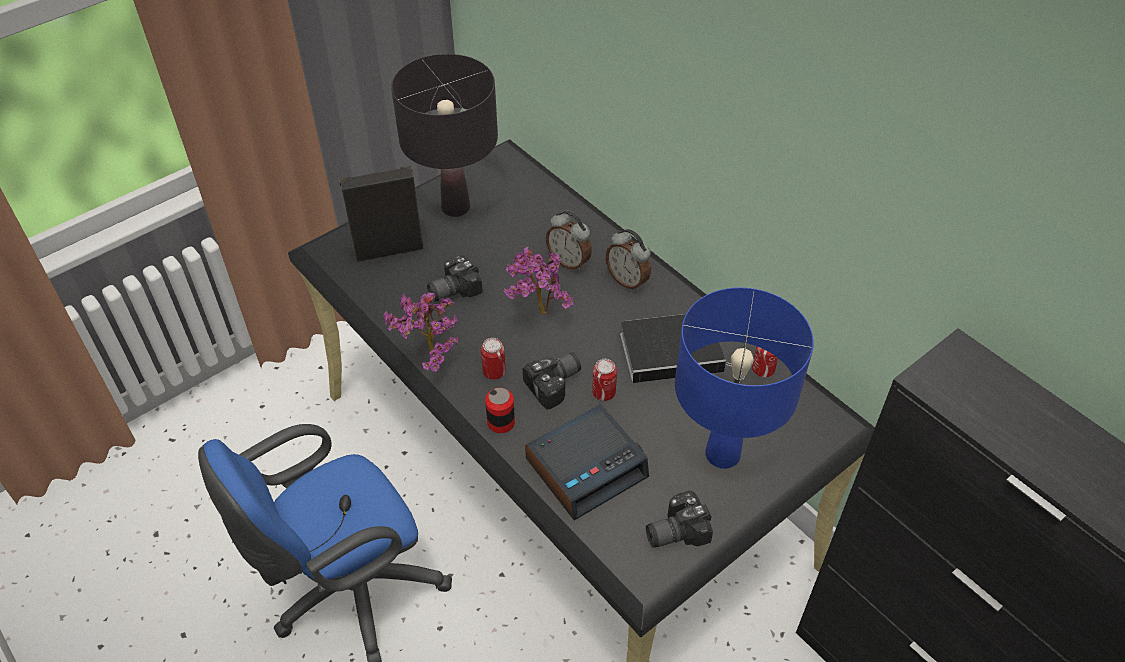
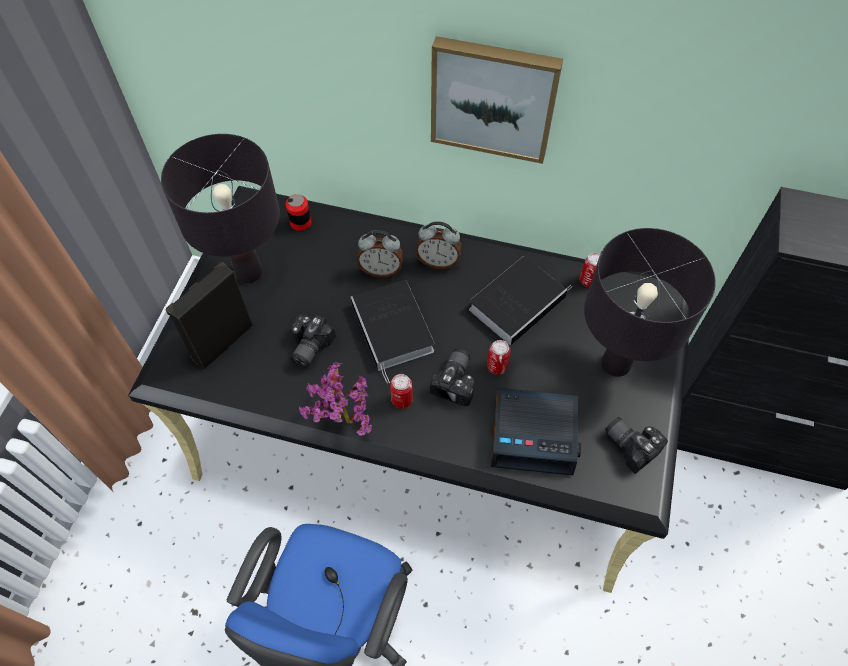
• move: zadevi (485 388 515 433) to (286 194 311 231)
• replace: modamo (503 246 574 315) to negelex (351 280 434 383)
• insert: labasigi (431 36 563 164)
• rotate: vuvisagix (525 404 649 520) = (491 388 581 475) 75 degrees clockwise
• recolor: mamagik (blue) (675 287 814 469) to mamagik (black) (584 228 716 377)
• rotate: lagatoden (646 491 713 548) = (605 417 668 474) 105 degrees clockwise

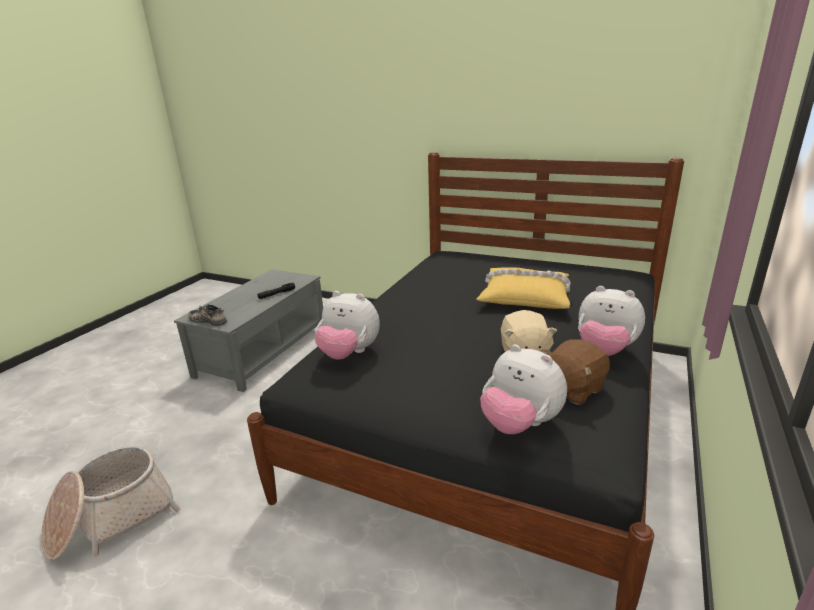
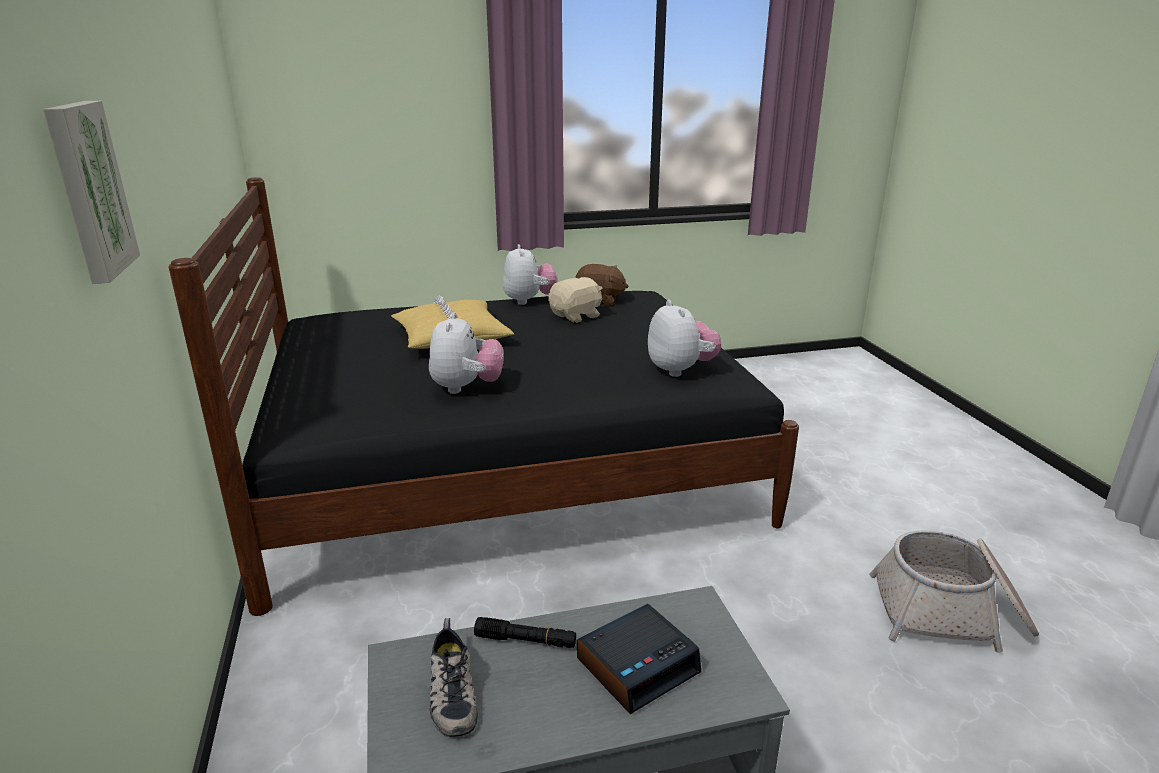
• insert: labasigi (43 101 140 284)
• move: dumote (480 344 567 434) to (429 312 504 394)
• move: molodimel (188 304 227 326) to (429 618 478 737)
• insert: vuvisagix (577 604 701 714)

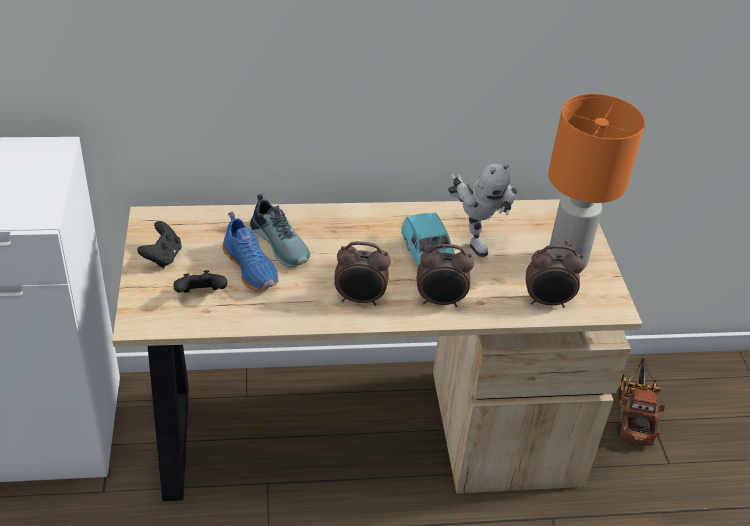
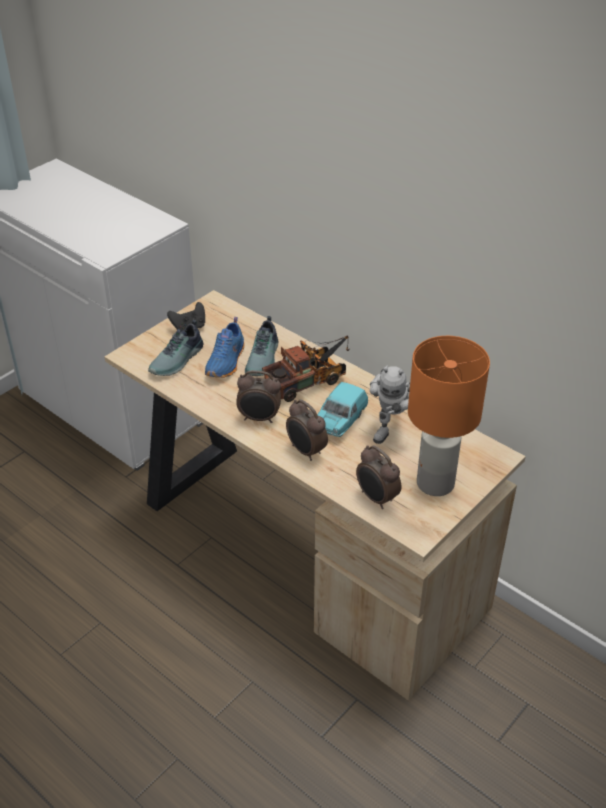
• replace: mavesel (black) (173 270 227 293) to molodimel (148 320 203 376)
• rotate: vuvisagix (334 241 391 306) = (236 370 281 423) 45 degrees counterclockwise
• move: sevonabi (616 355 665 446) to (262 336 350 402)

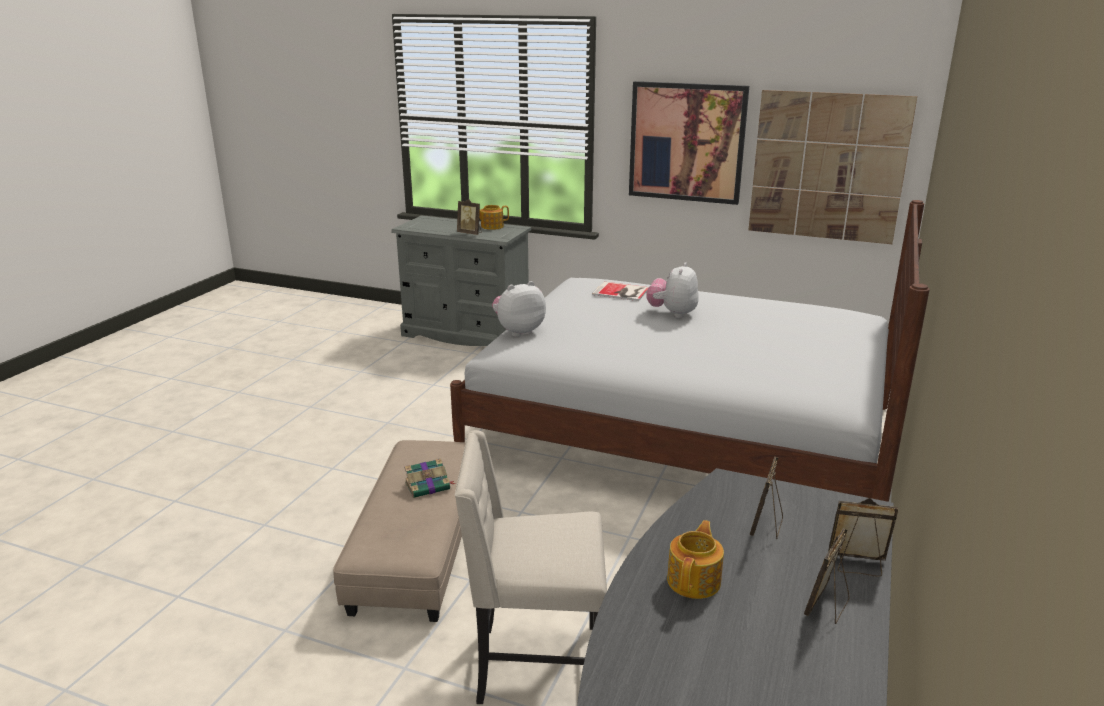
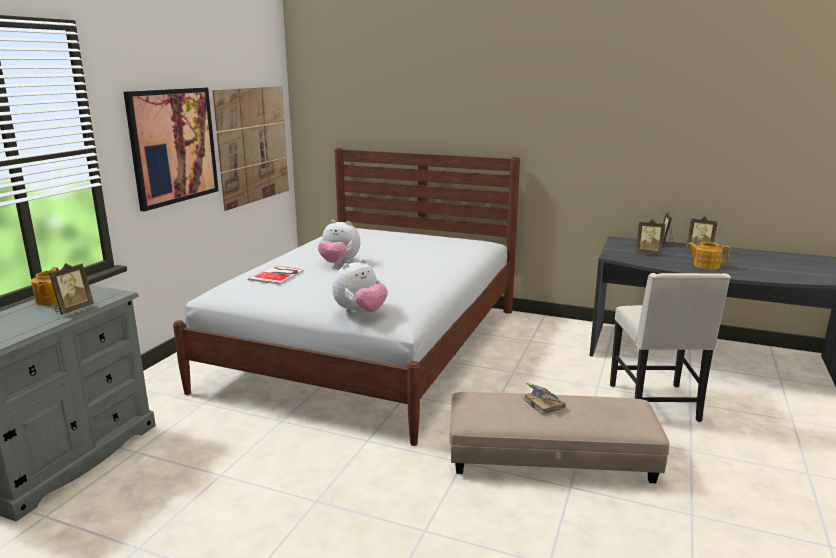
• rotate: dumote (492 281 546 337) = (332 259 388 313) 105 degrees counterclockwise

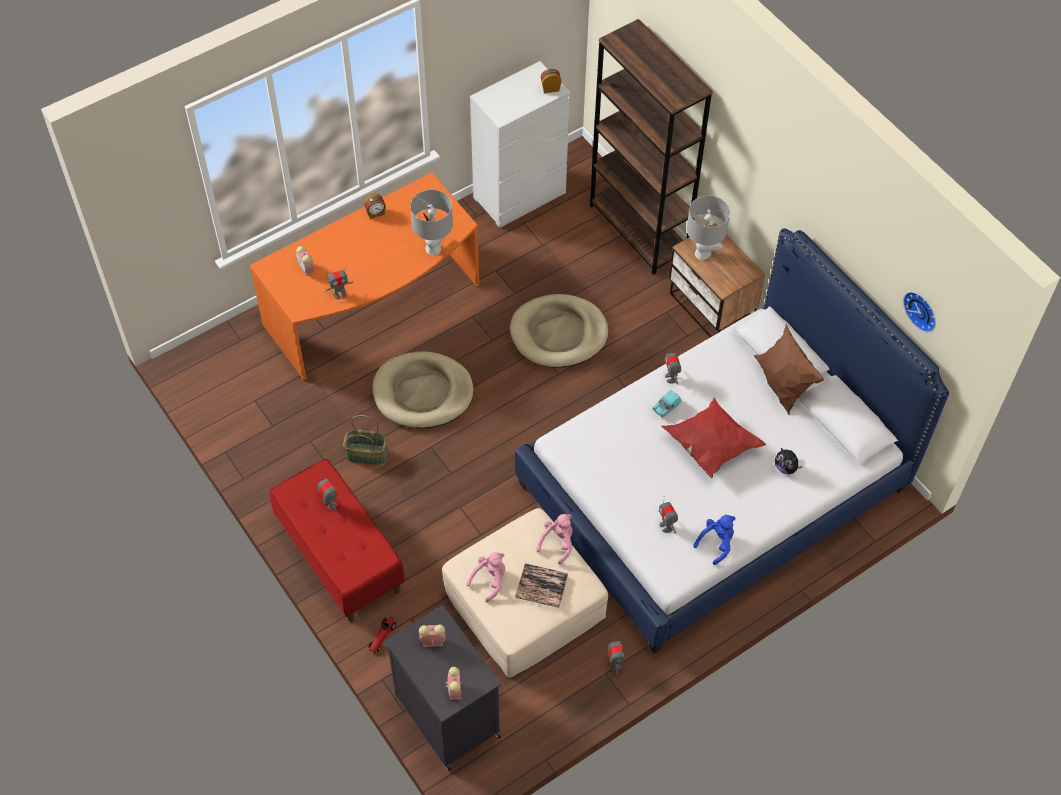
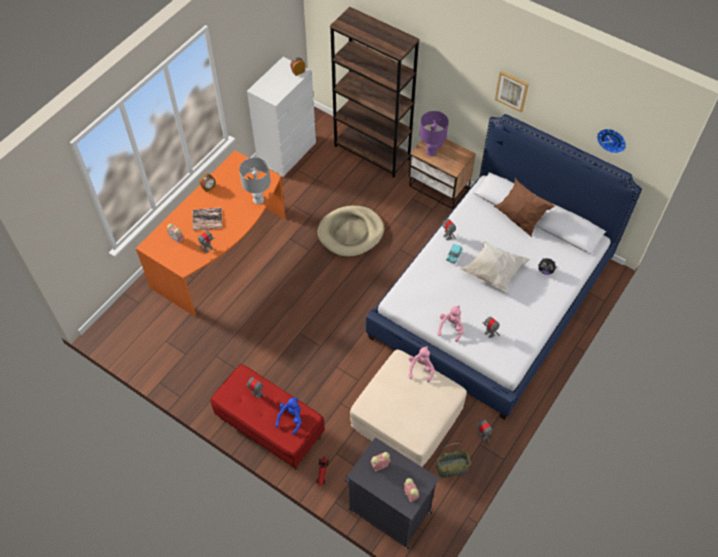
• move: negelex (515 563 568 608) to (193 207 222 231)
• move: dumote (blue) (693 515 736 565) to (276 397 302 435)
• recolor: mamagik (grey) (687 196 730 260) to mamagik (purple) (420 111 449 157)
• move: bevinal (343 415 388 465) to (436 443 471 478)
• move: dumote (pink) (466 552 505 602) to (438 306 464 342)
• recolor: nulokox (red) (661 397 766 478) to nulokox (white) (460 240 530 292)
• insert: labasigi (495 71 529 113)
• delete: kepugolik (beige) (373 352 474 428)

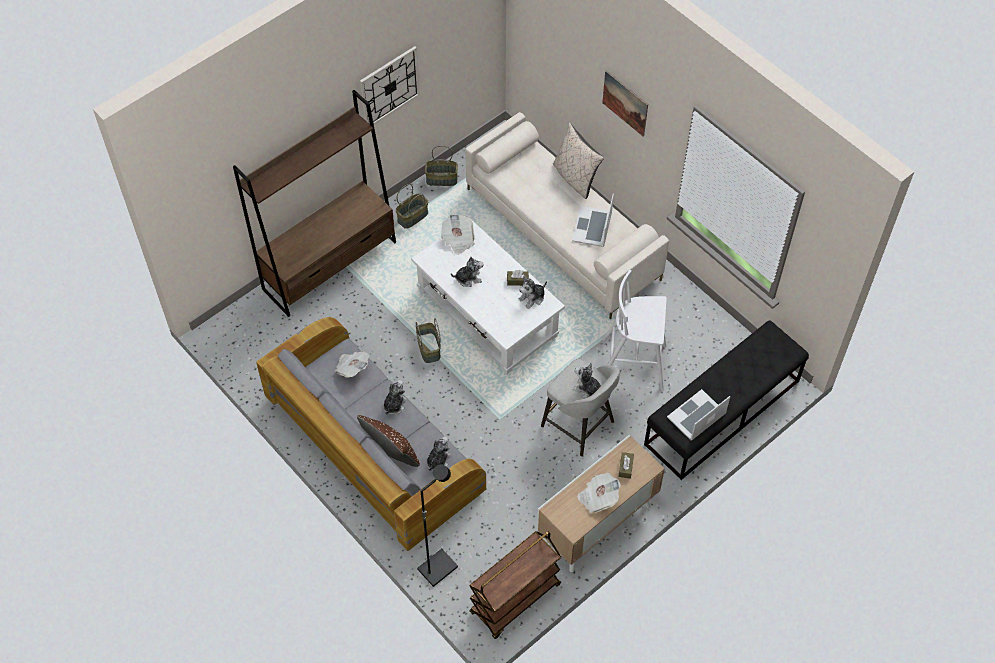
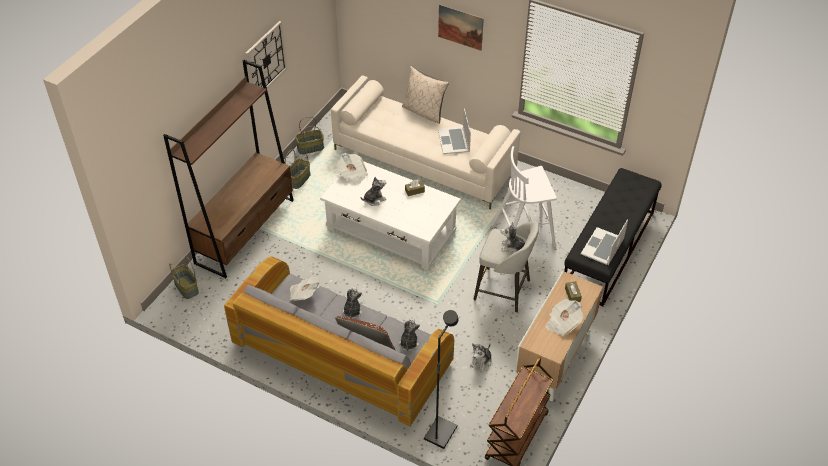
• move: bevinal (416 318 441 363) to (169 256 199 299)
• move: dumote (519 276 547 309) to (470 343 492 372)

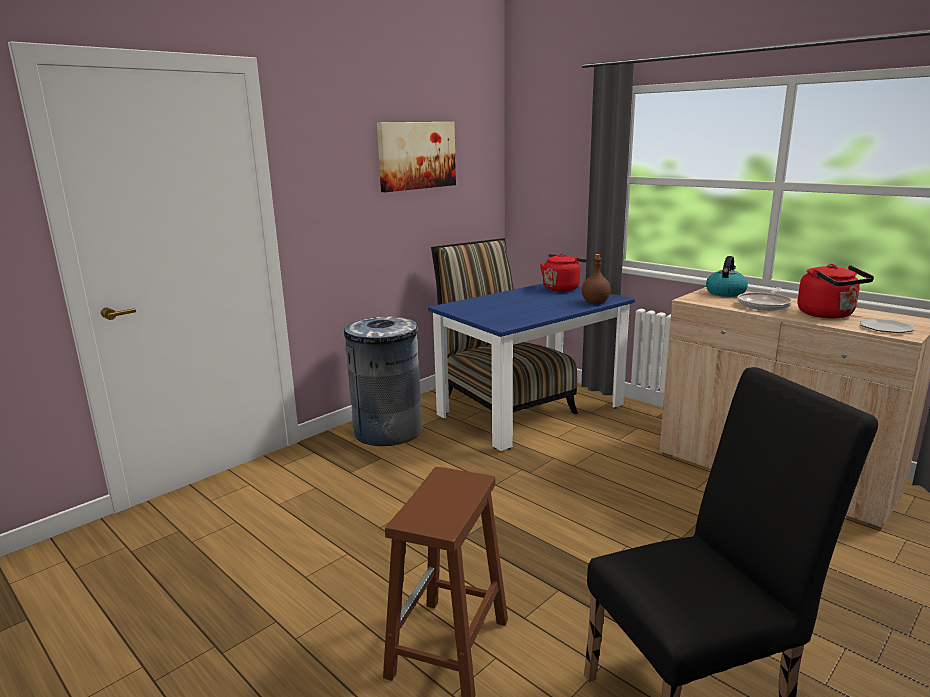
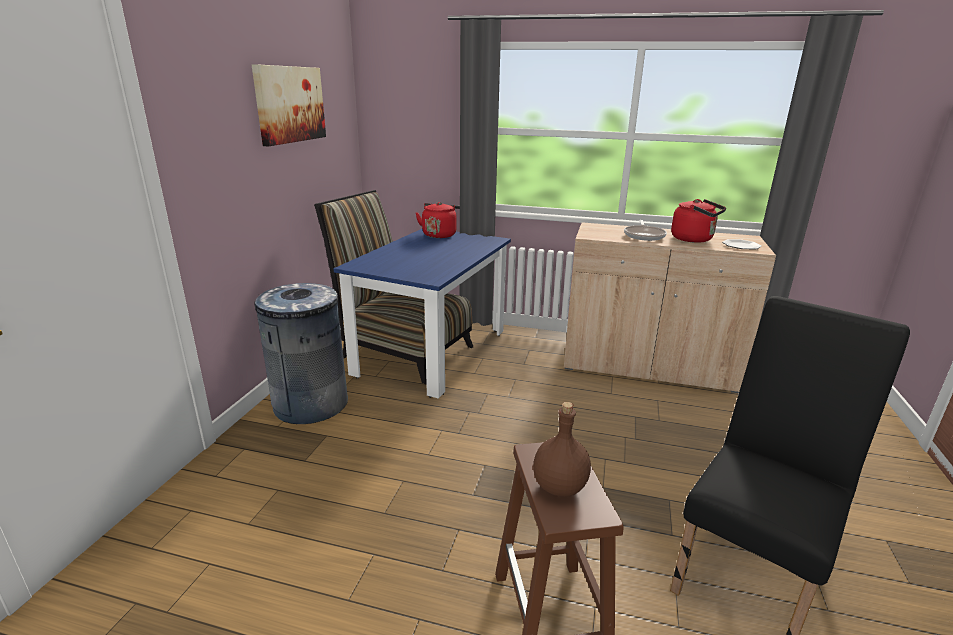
• move: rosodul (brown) (582 254 611 304) to (533 402 591 497)
• delete: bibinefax (706 256 748 297)

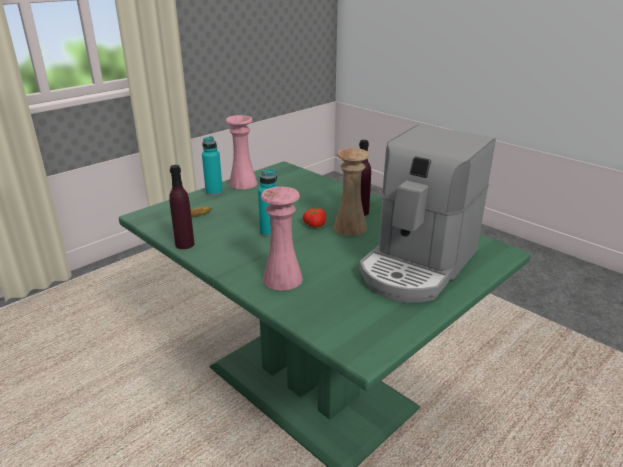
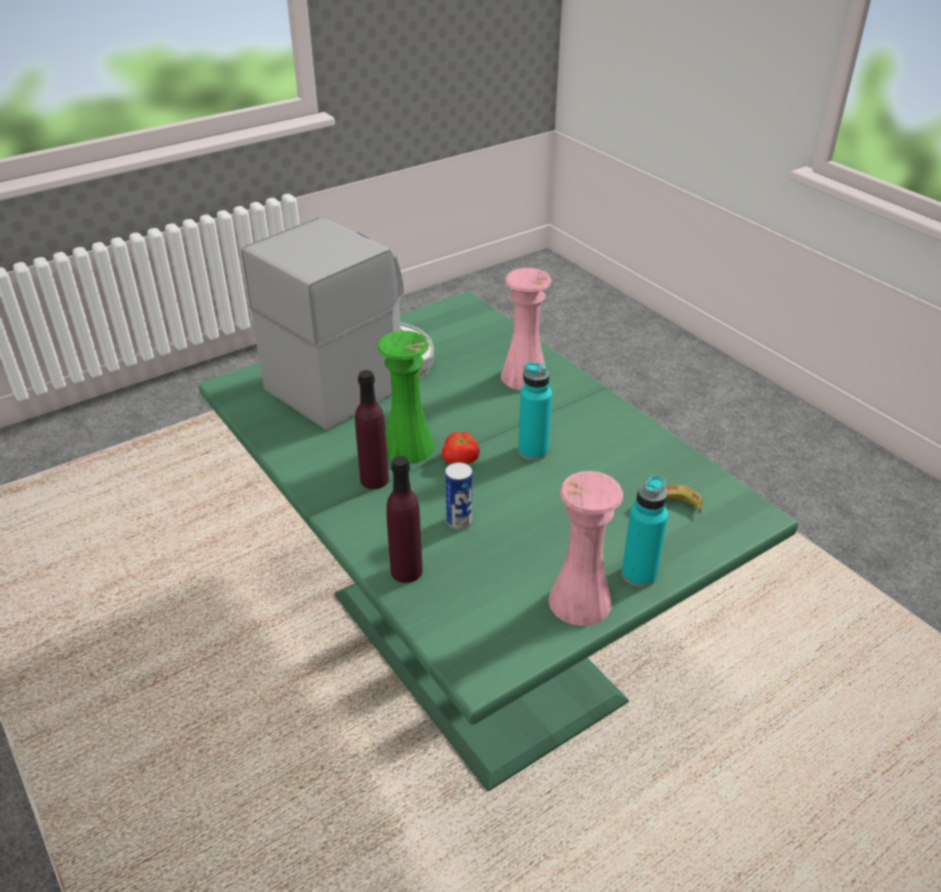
• recolor: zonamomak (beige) (334 148 369 236) to zonamomak (green) (378 331 435 464)
• move: rosodul (purple) (169 165 194 249) to (386 456 423 583)
• insert: zadevi (445 462 472 530)

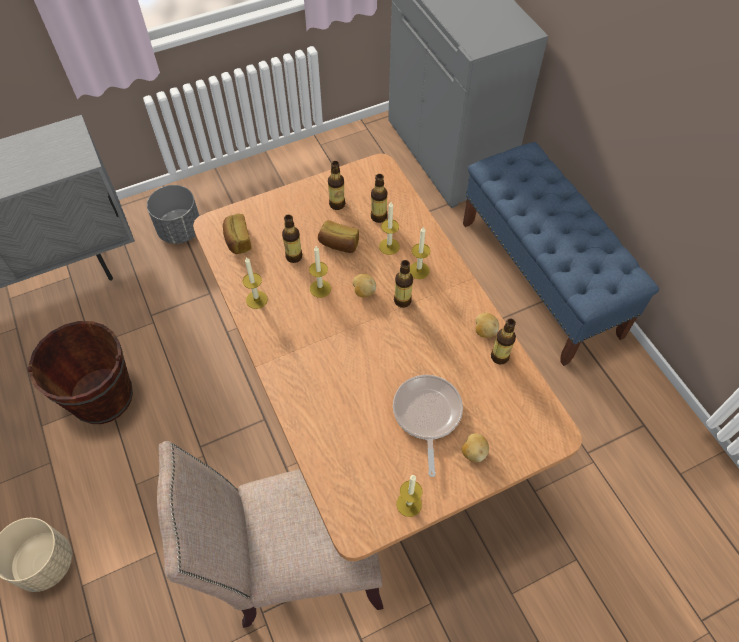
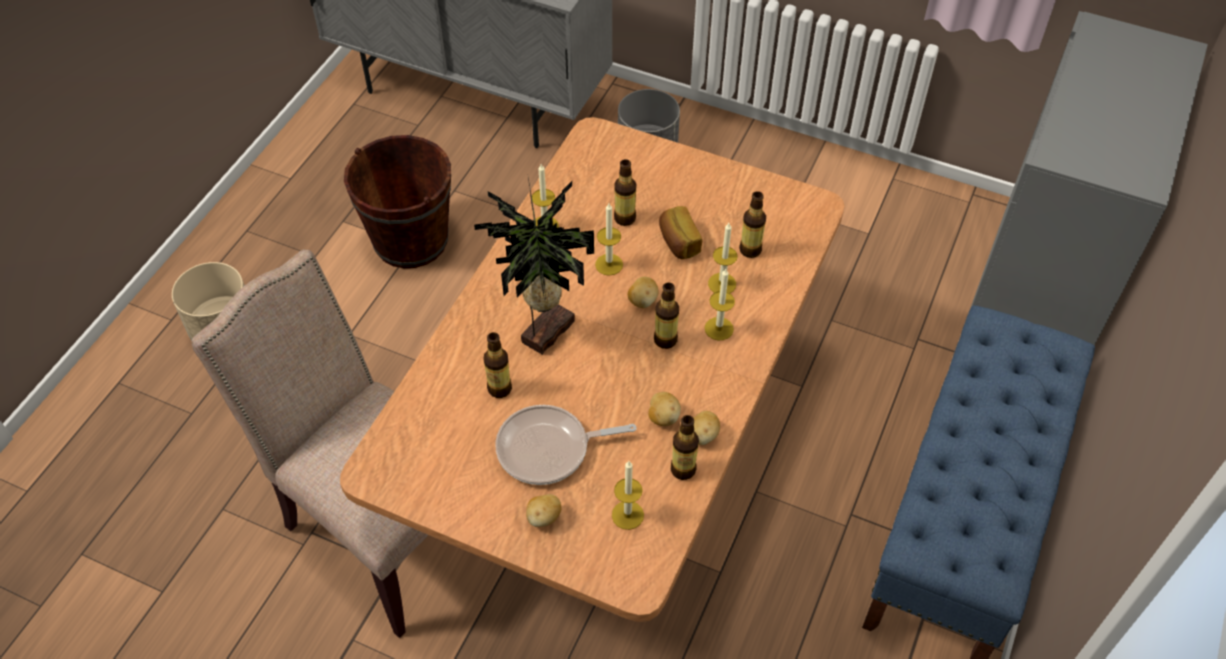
• insert: modamo (474 177 594 355)
• move: rosodul (328 161 345 210) to (483 332 512 398)
• rotate: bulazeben (393 375 463 477) = (495 405 636 485) 150 degrees counterclockwise
• move: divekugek (397 475 422 517) to (612 461 644 530)
• insert: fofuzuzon (648 392 681 426)
• delete: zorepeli (223 214 252 254)

